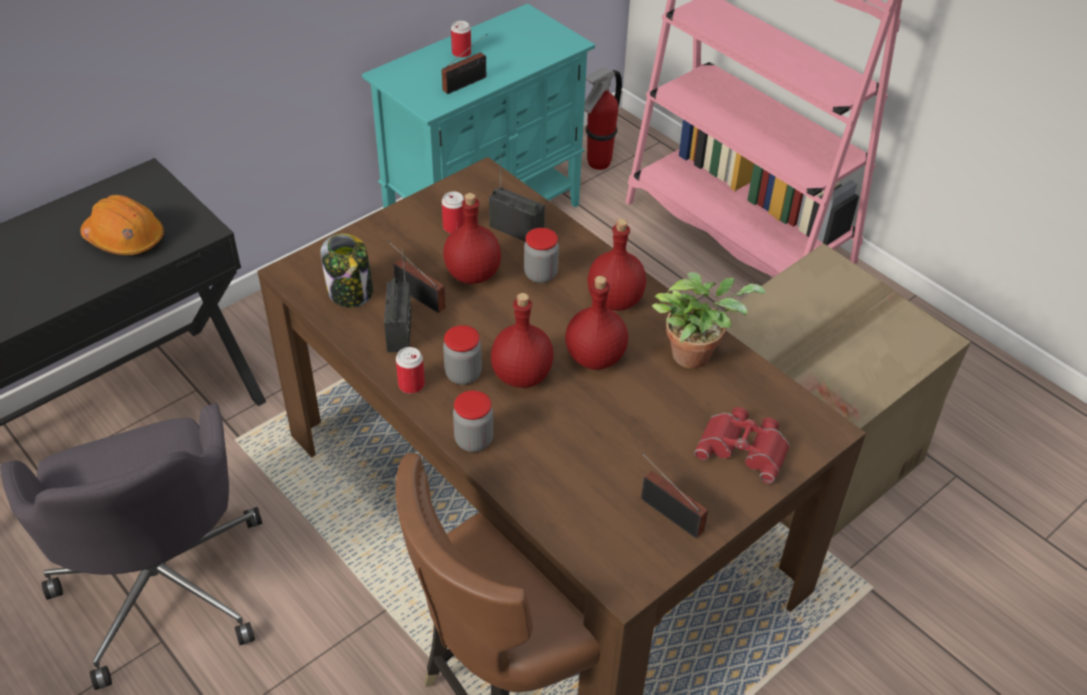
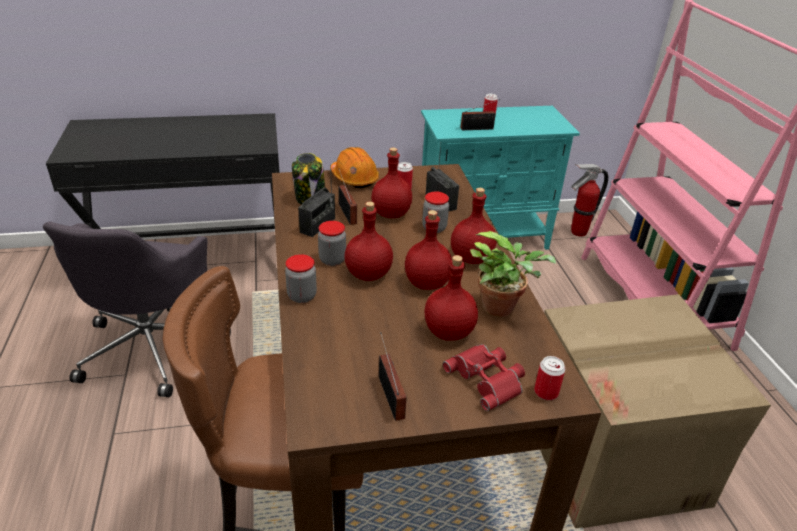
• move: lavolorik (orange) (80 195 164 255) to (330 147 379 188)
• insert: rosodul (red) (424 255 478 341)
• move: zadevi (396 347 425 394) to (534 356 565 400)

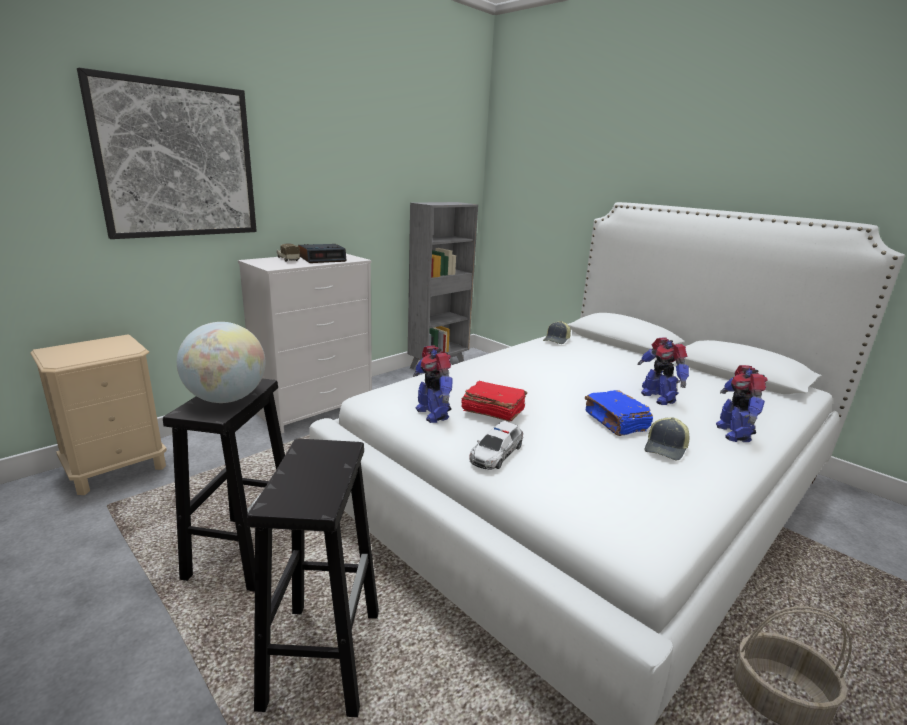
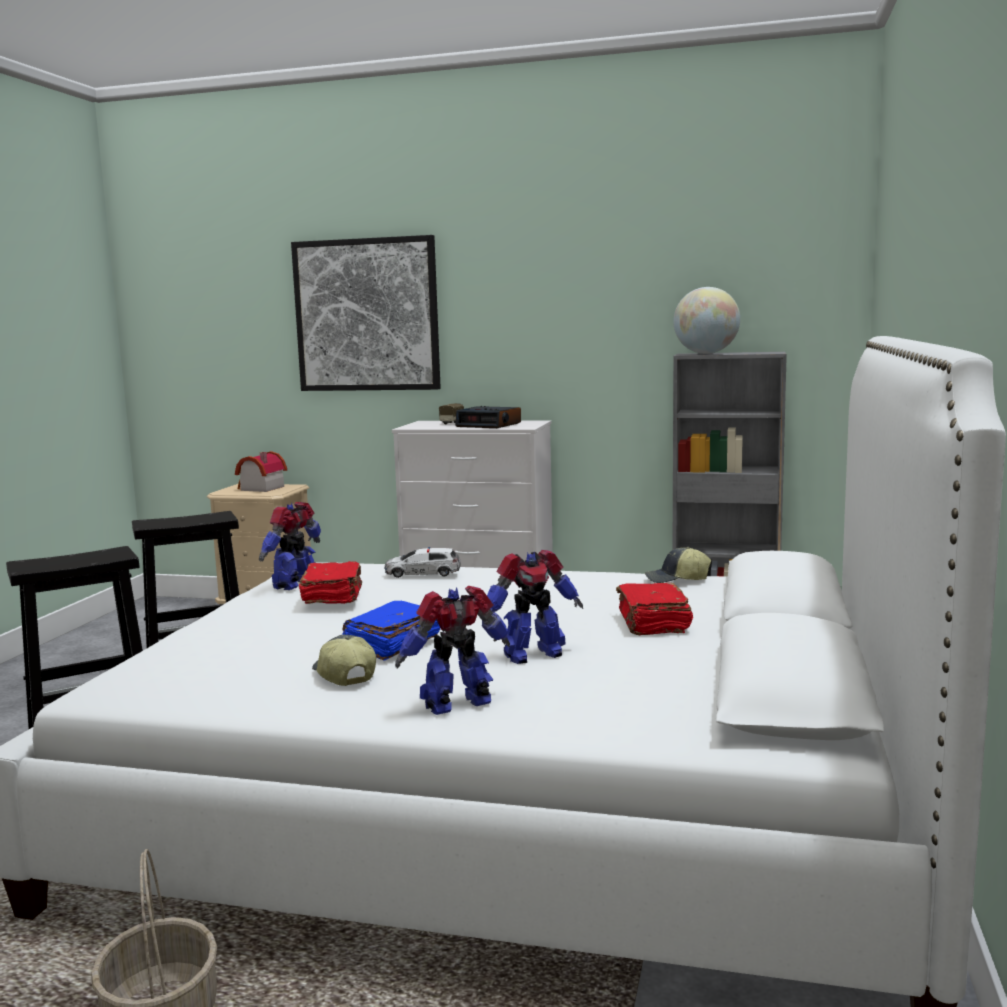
• insert: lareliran (235 451 287 492)
• rotate: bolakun (644 418 689 460) = (312 635 376 686) 60 degrees clockwise
• move: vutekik (469 421 523 470) to (385 547 461 578)
• rotate: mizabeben (638 337 689 405) = (487 550 583 664) 150 degrees counterclockwise
• insert: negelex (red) (616 583 693 635)
• move: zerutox (177 322 265 403) to (673 287 740 354)

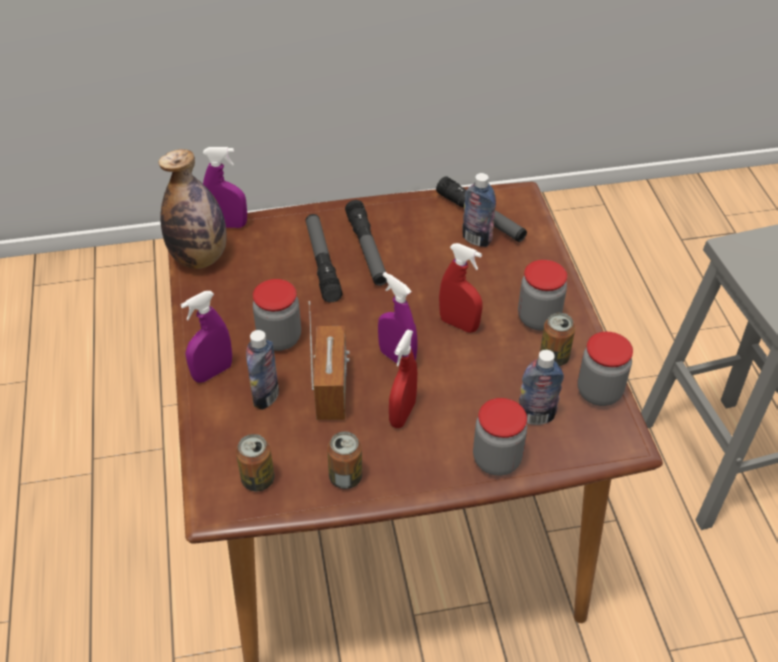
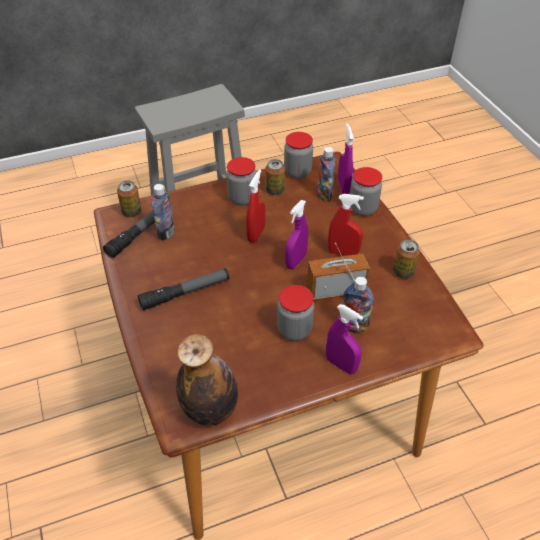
• move: zadevi (236 434 275 491) to (117 181 141 217)
• move: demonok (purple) (203 147 247 228) to (338 123 354 194)
• delete: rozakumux (306 214 343 302)

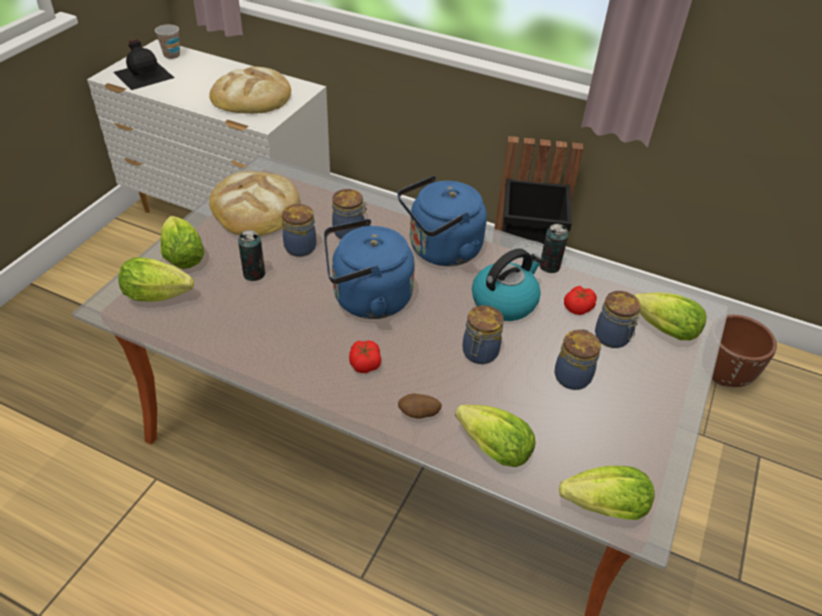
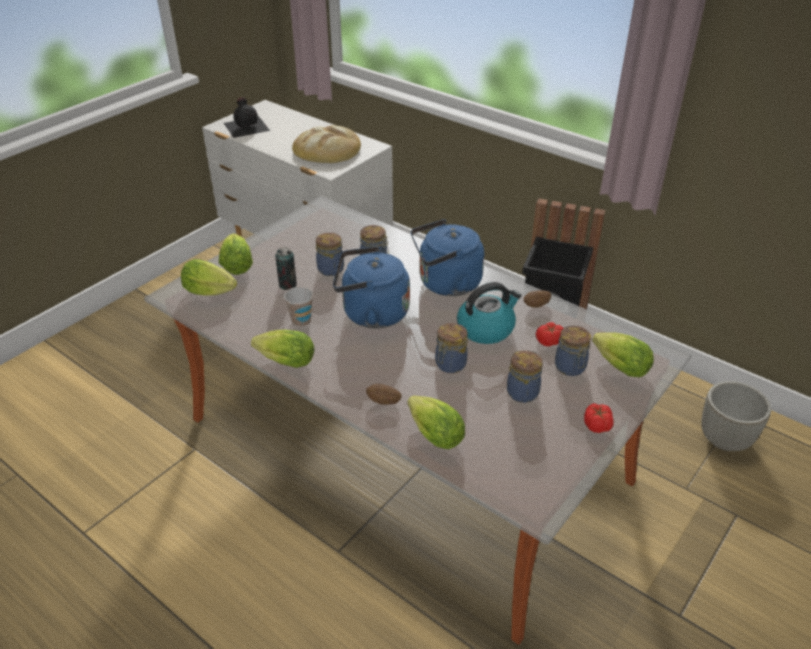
• move: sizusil (559 466 654 520) to (251 330 314 368)
• move: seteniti (155 25 180 59) to (284 287 313 327)
• replace: zadevi (539 224 568 273) to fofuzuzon (524 290 551 308)
• move: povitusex (349 340 381 373) to (584 403 614 433)
• recolor: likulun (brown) (712 315 777 387) to likulun (grey) (701 381 771 451)
• delete: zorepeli (209 171 300 236)

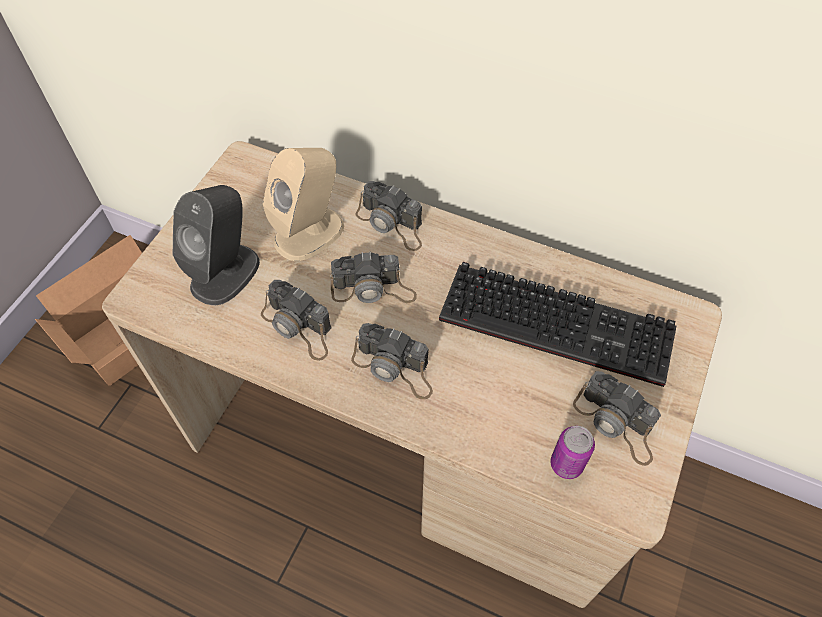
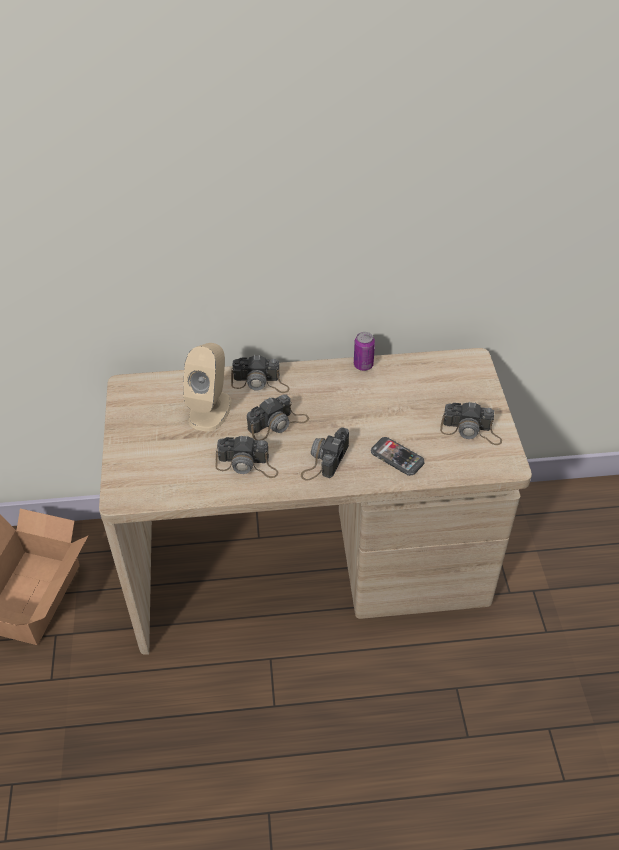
• rotate: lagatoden (351 323 433 399) = (301 427 349 481) 120 degrees clockwise
• move: zadevi (550 426 595 479) to (354 332 375 371)
• insert: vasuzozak (371 437 424 476)
• delete: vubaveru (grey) (172 185 260 305)
• delete: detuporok (439 262 676 387)

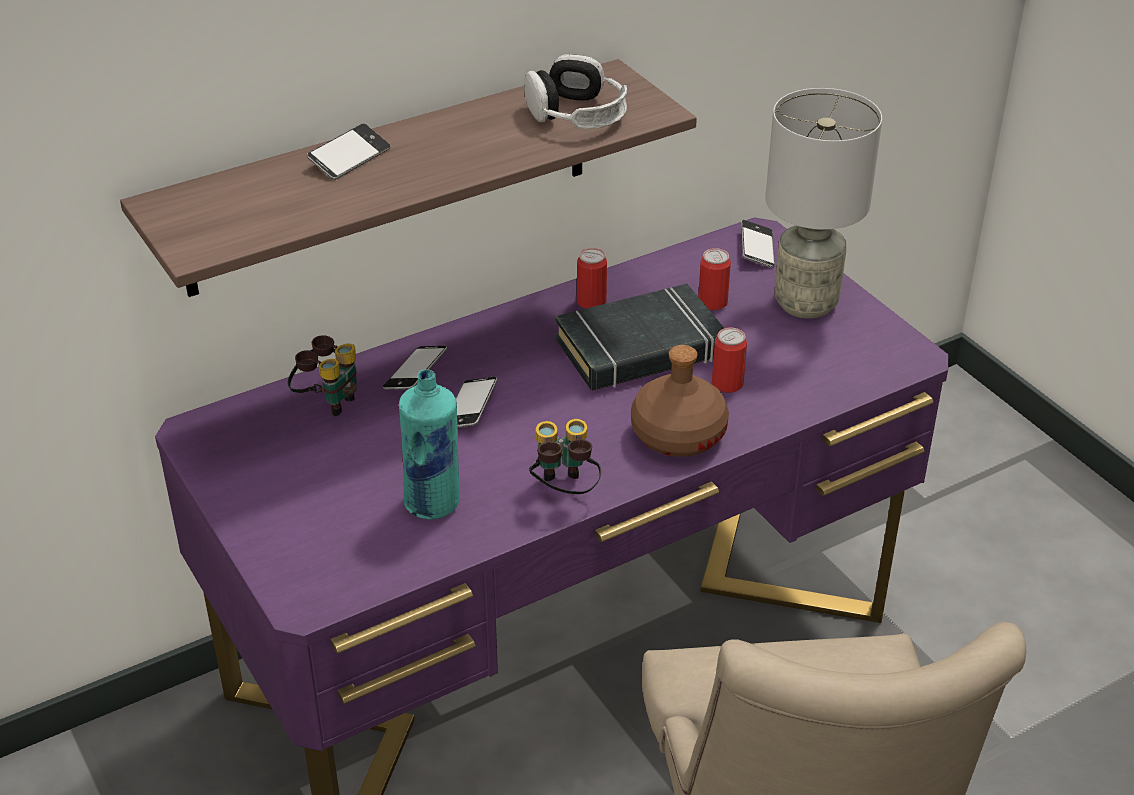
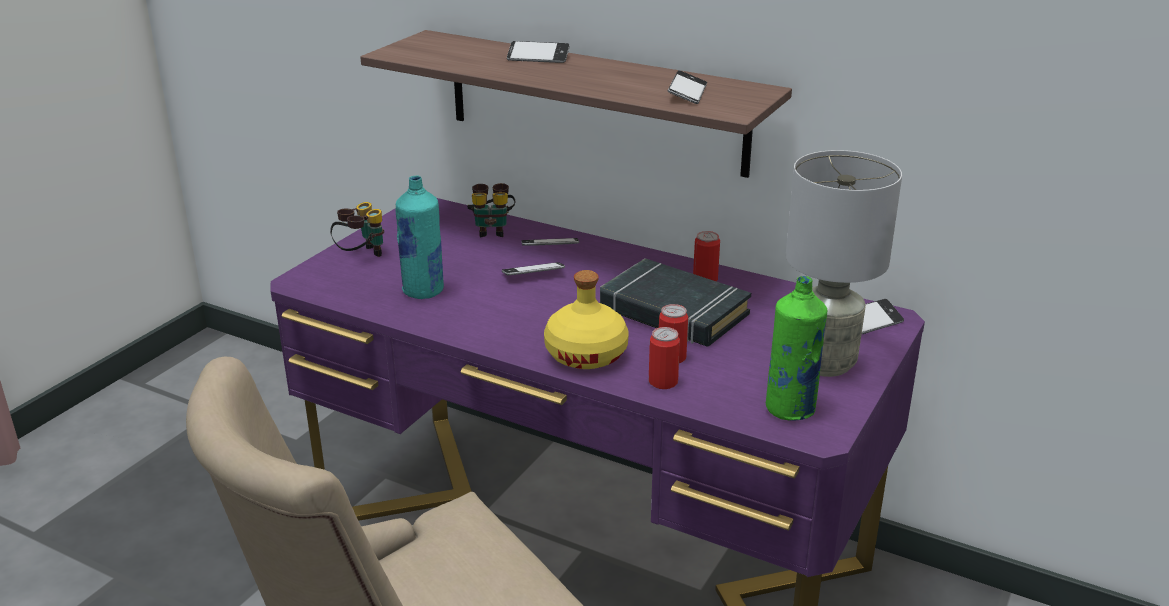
• move: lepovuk (529 419 601 494) to (330 202 384 257)
• recolor: rosodul (brown) (631 345 729 457) to rosodul (yellow) (544 270 629 369)
• move: zadevi (698 248 731 310) to (649 327 680 389)
• replace: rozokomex (524 54 627 129) to vasuzozak (668 70 707 104)
• insert: rosodul (green) (766 276 827 420)

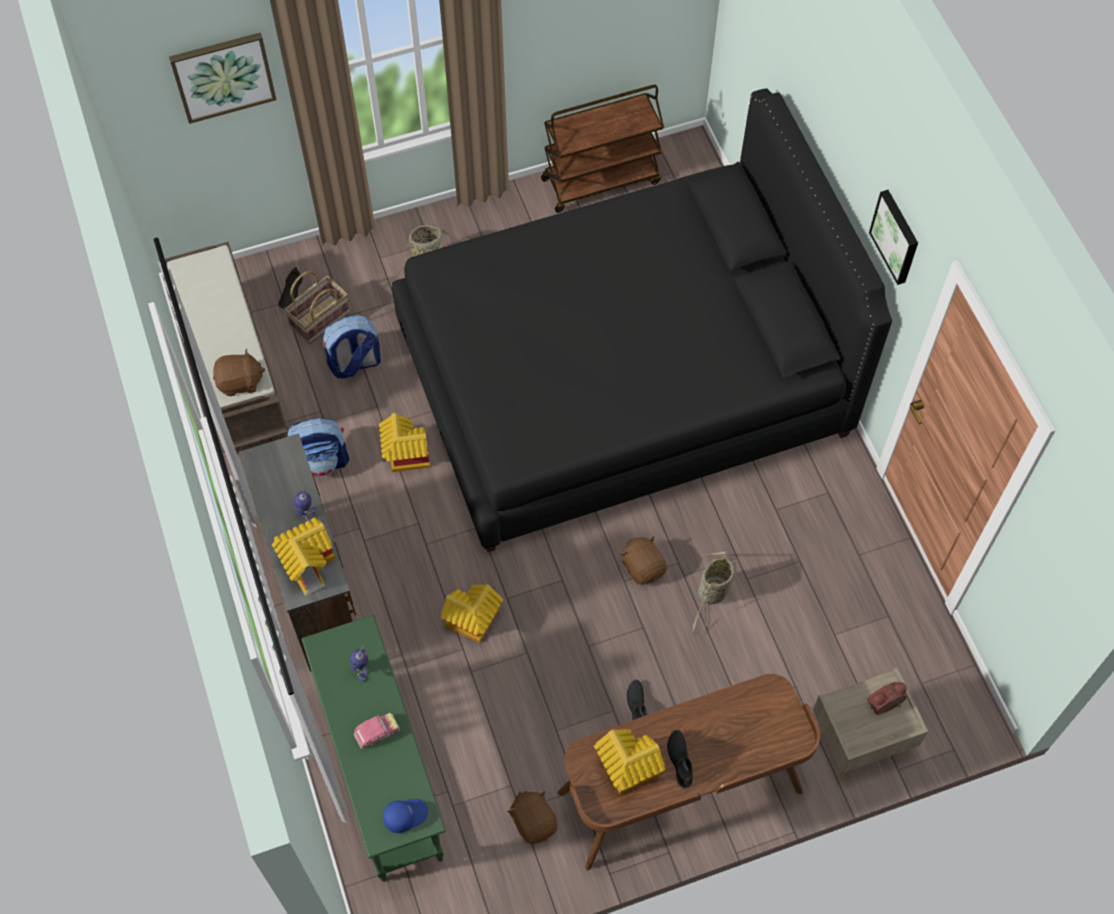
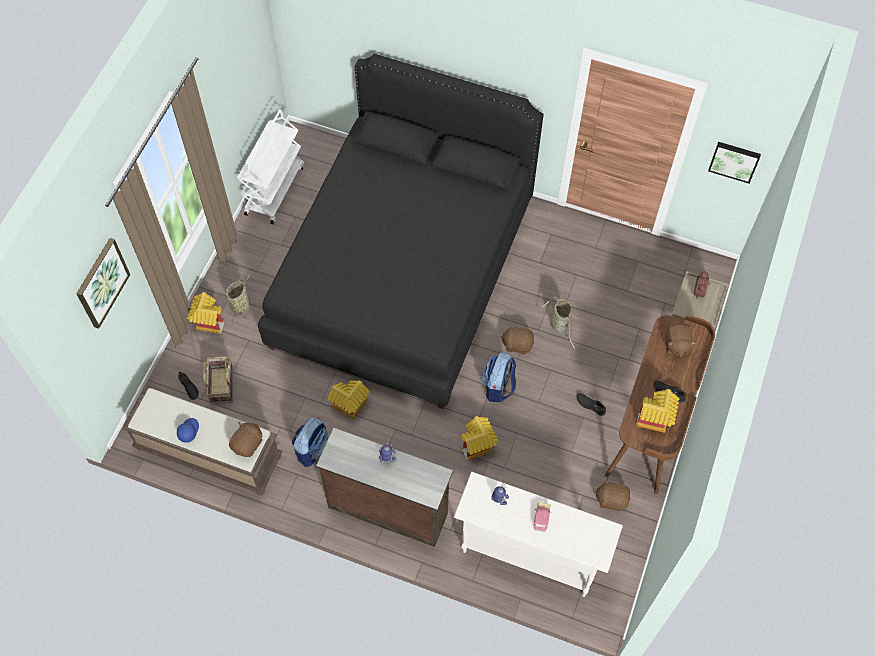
• move: bolakun (blue) (383 799 428 833) to (177 418 199 443)
• move: lareliran (272 517 335 596) to (187 292 224 334)
• recolor: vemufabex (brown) (541 85 664 213) to vemufabex (white) (237 110 304 224)
• recolor: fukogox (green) (301 615 446 882) to fukogox (white) (454 472 623 597)
• move: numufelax (323 316 381 379) to (481 352 516 402)
• insert: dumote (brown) (665 323 696 357)
• move: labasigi (869 190 918 285) to (708 142 761 183)

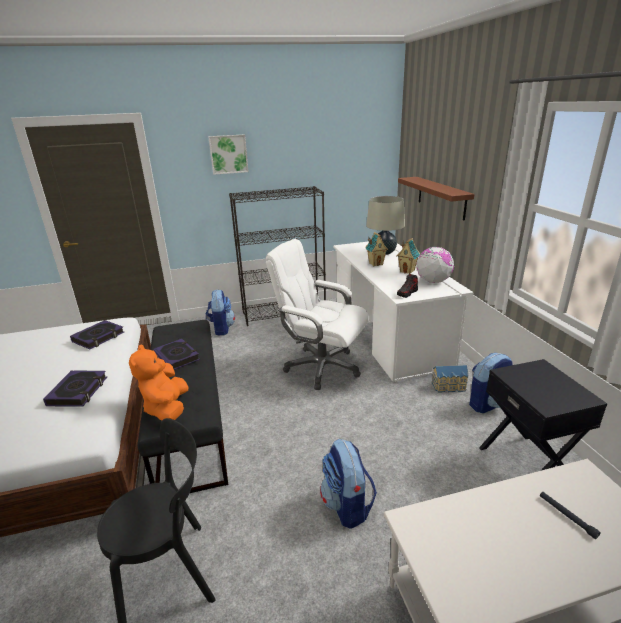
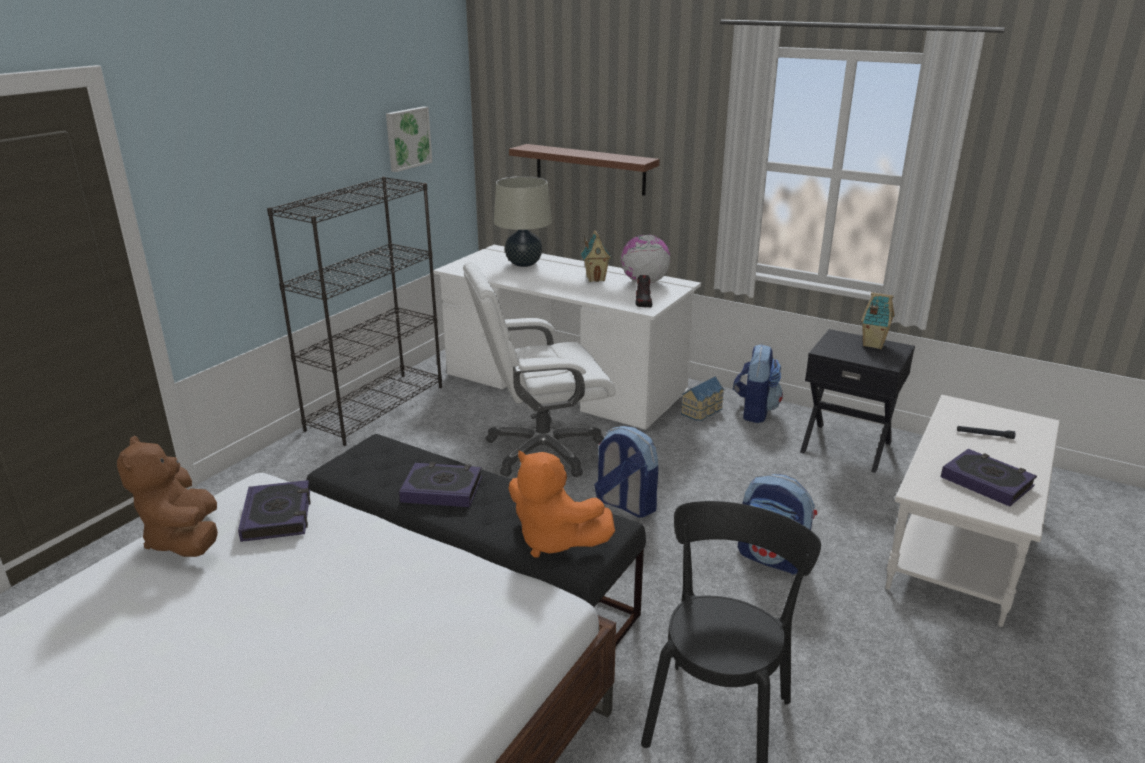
• insert: dumote (brown) (117 436 218 557)
• move: labasigi (208 134 249 175) to (386 106 432 172)
• move: numufelax (206 289 235 335) to (594 426 658 518)
• move: lareliran (365 232 388 266) to (861 292 895 349)
• move: negelex (43 371 107 407) to (941 449 1037 507)

